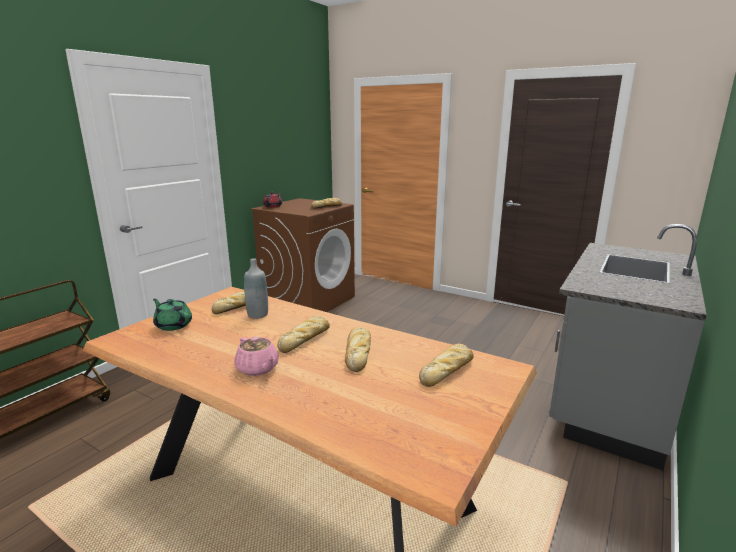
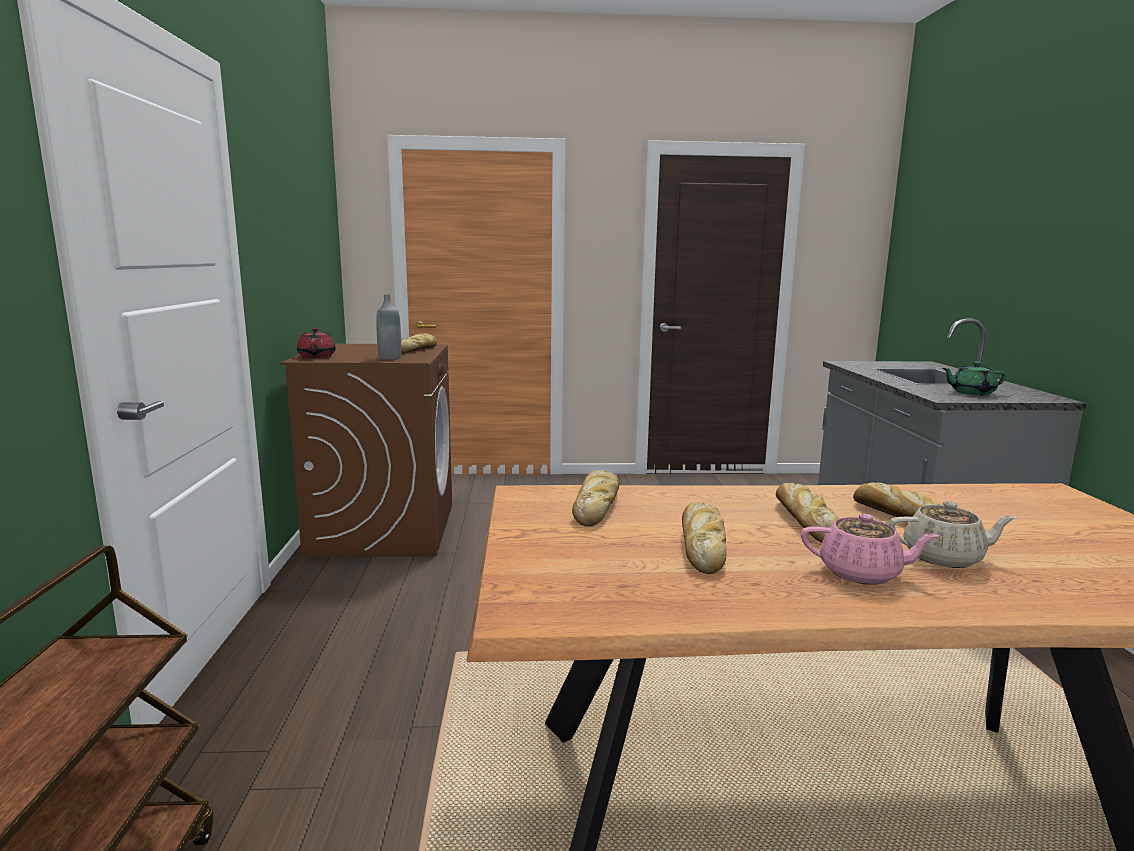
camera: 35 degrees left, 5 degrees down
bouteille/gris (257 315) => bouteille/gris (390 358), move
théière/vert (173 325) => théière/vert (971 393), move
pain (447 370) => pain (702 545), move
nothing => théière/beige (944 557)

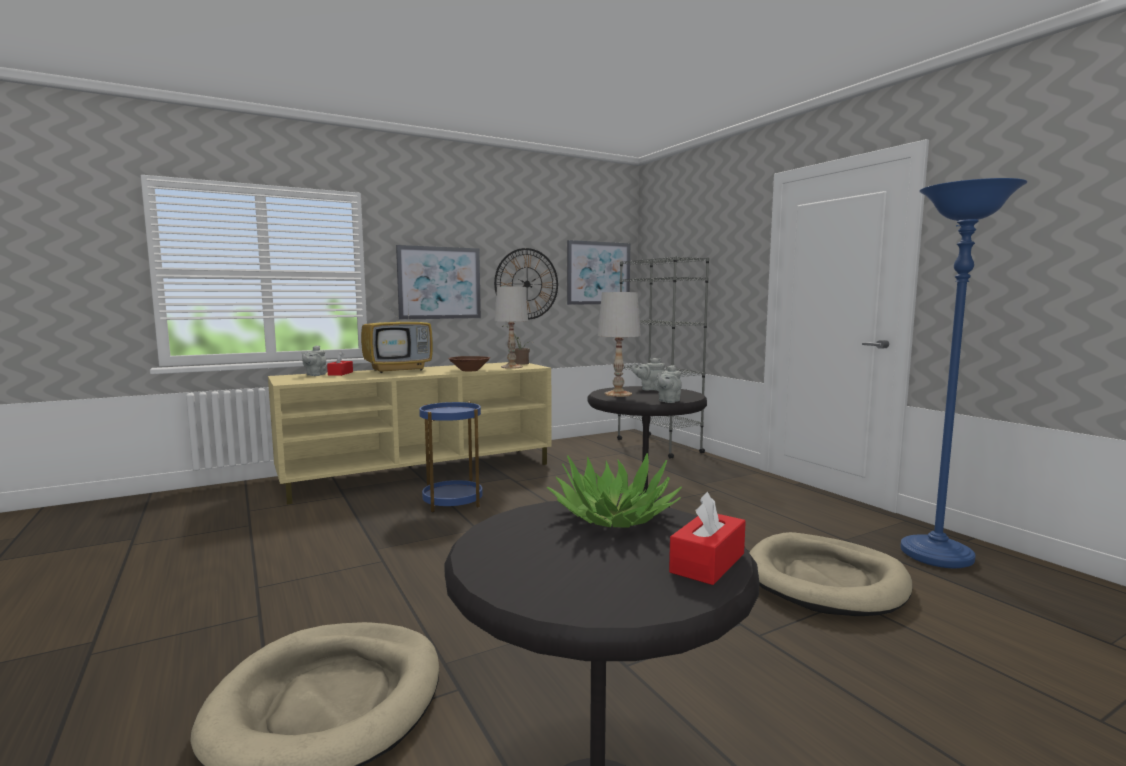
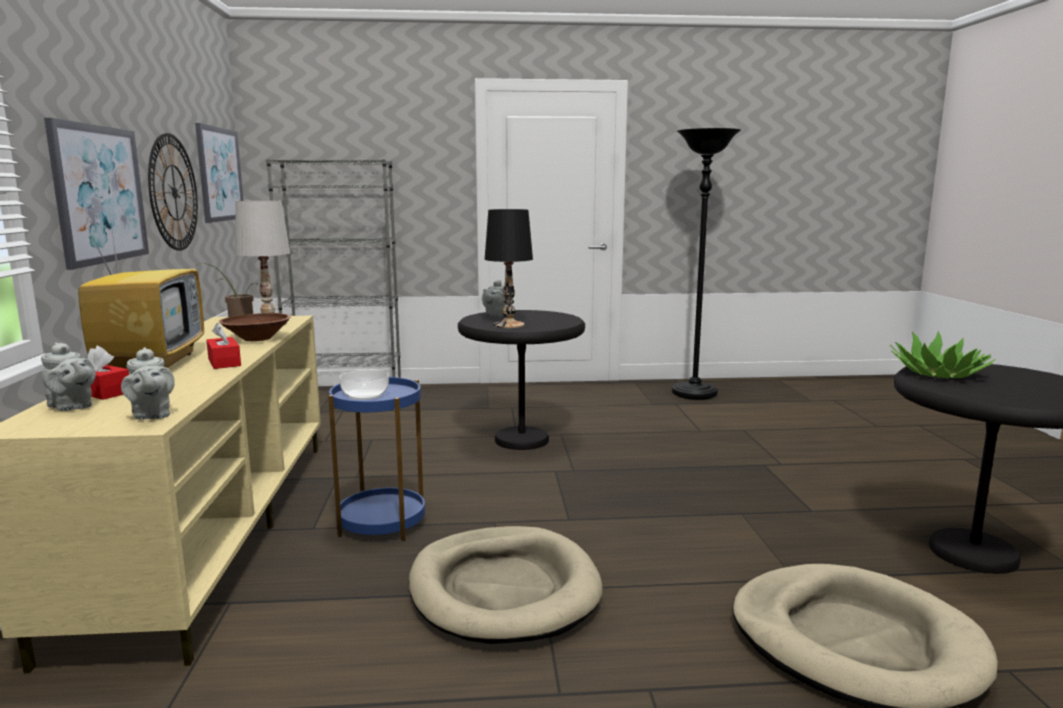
camera: 65 degrees left, 5 degrees up
lampadaire/bleu (936 556) => lampadaire/noir (694 394)
lampe de table/blanc (618 394) => lampe de table/noir (508 325)
théière/gris (668 401) => théière/gris (151 415), move
boîte à mouchoirs/rouge (707 563) => boîte à mouchoirs/rouge (224 362), move
panier pour chien/beige (825 580) => panier pour chien/beige (504 589), move
nothing => bol (365 395)

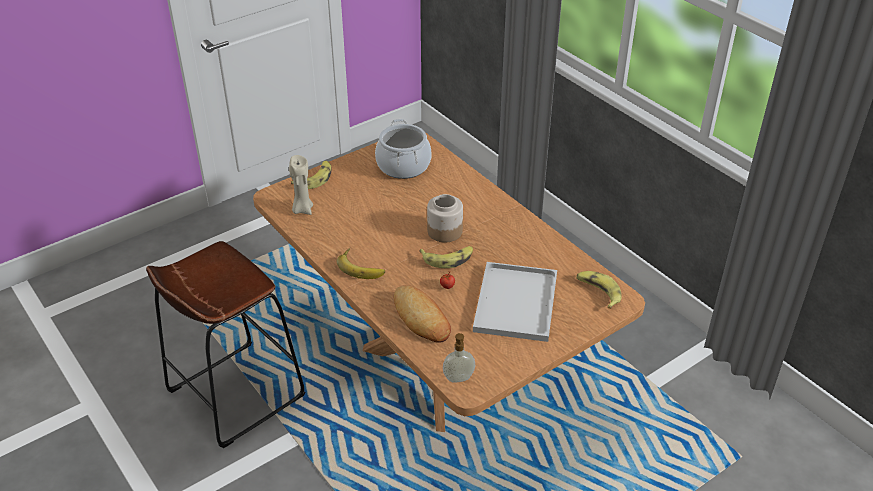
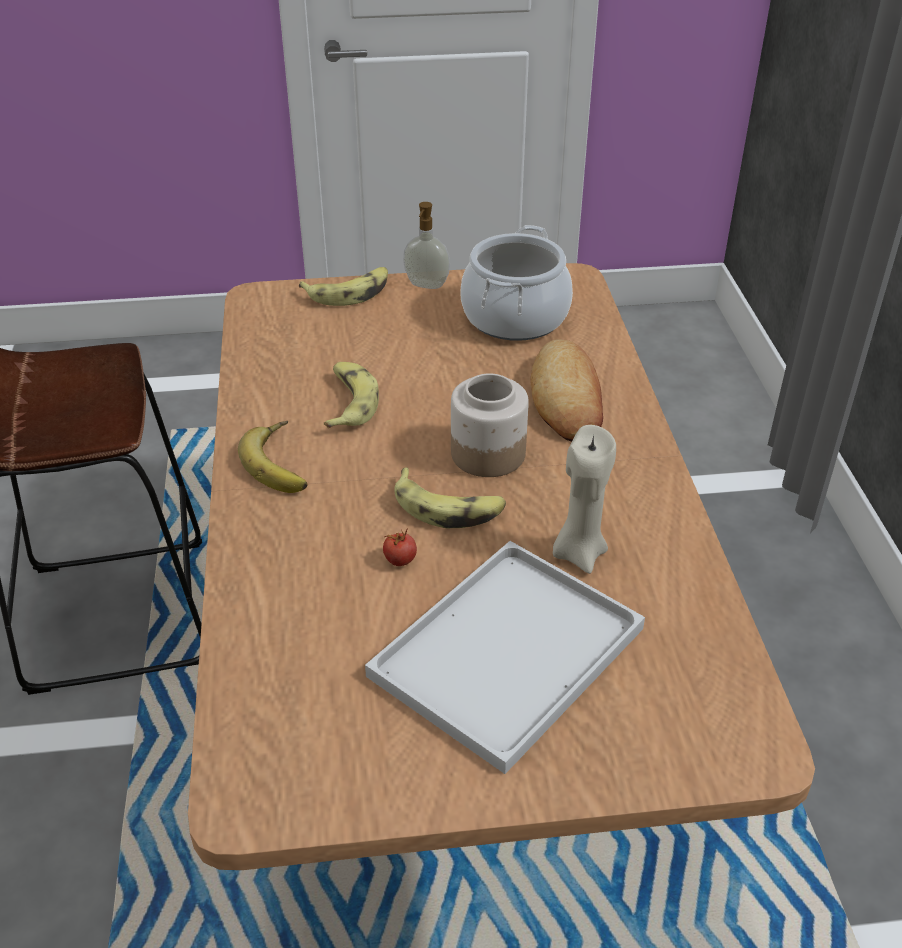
camera: 30 degrees right, 0 degrees up
bougie/beige (302 209) => bougie/beige (578 553), move
banane (598 292) => banane (349 402), move
pain (421 318) => pain (567 398), move
distributeur de savon (459 379) => distributeur de savon (426 285), move

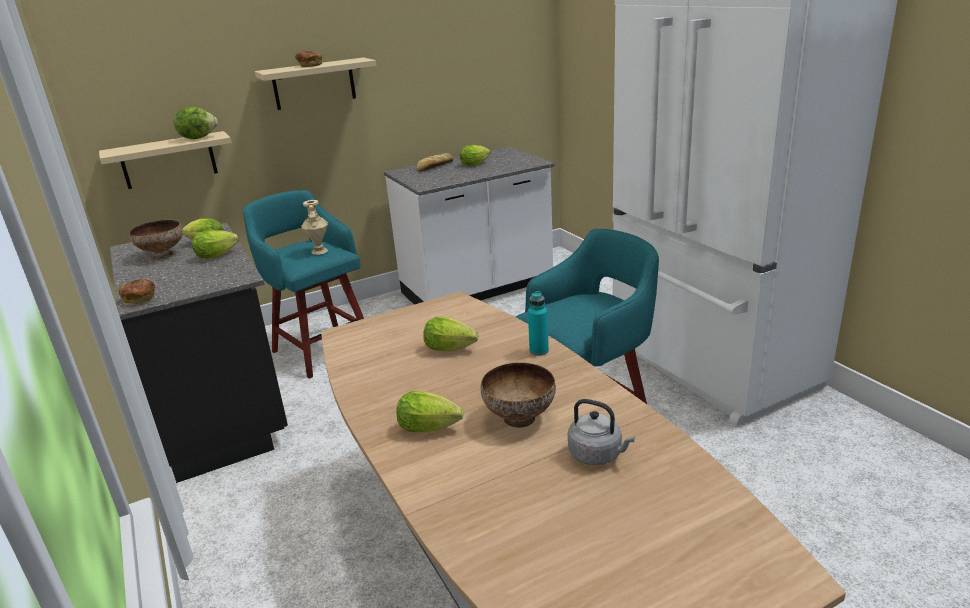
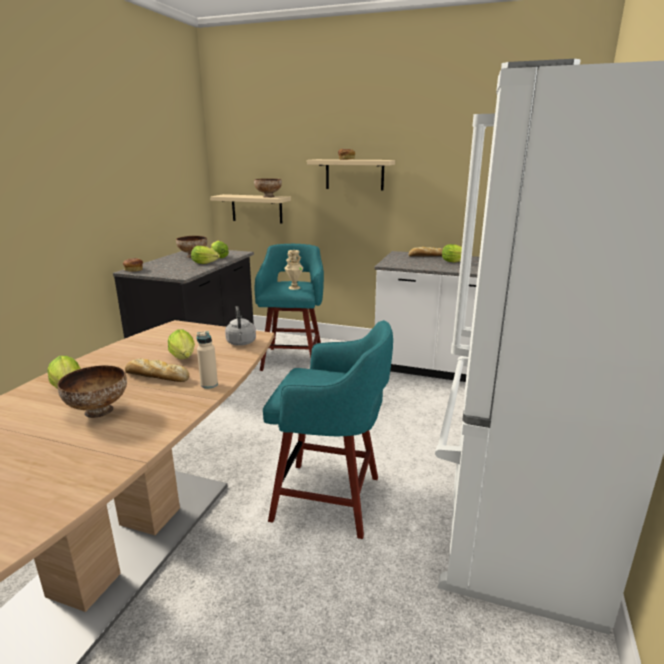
camera: 45 degrees right, 5 degrees down
laitue (198 138) => bol (268 197)
bouteille/turquoise (539 351) => bouteille/beige (209 384)
bouilloire/gris (597 455) => bouilloire/gris (241 343), move
nothing => pain (156 376)

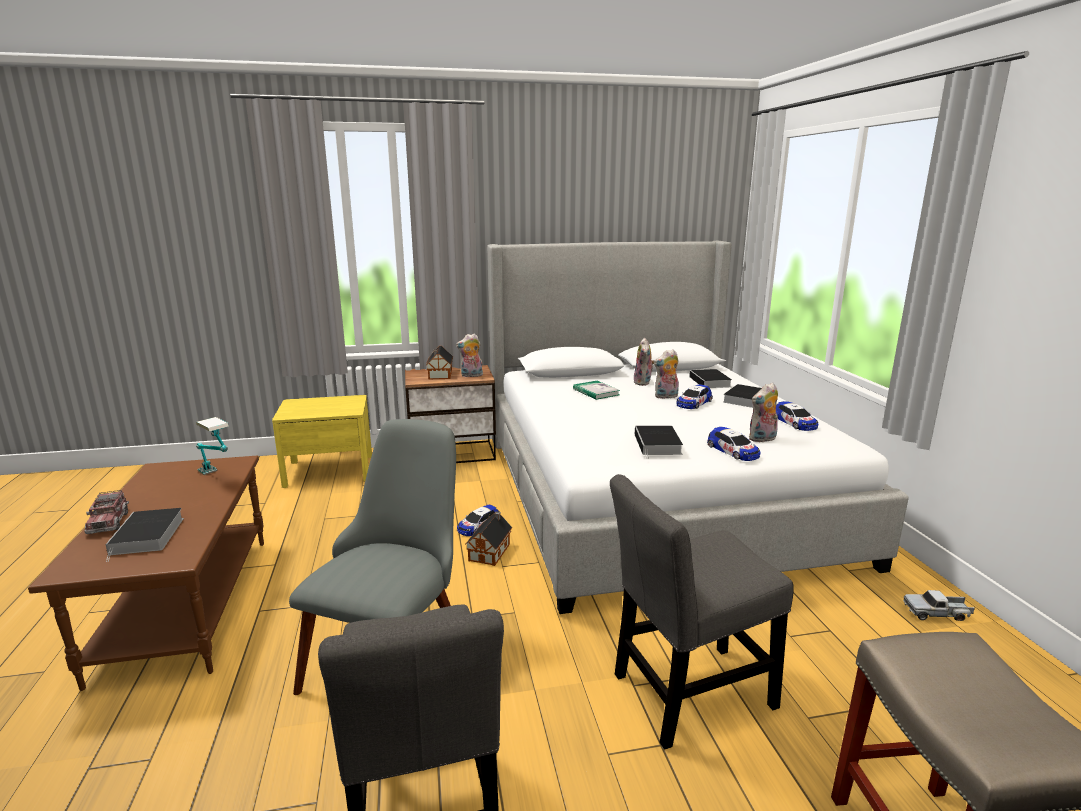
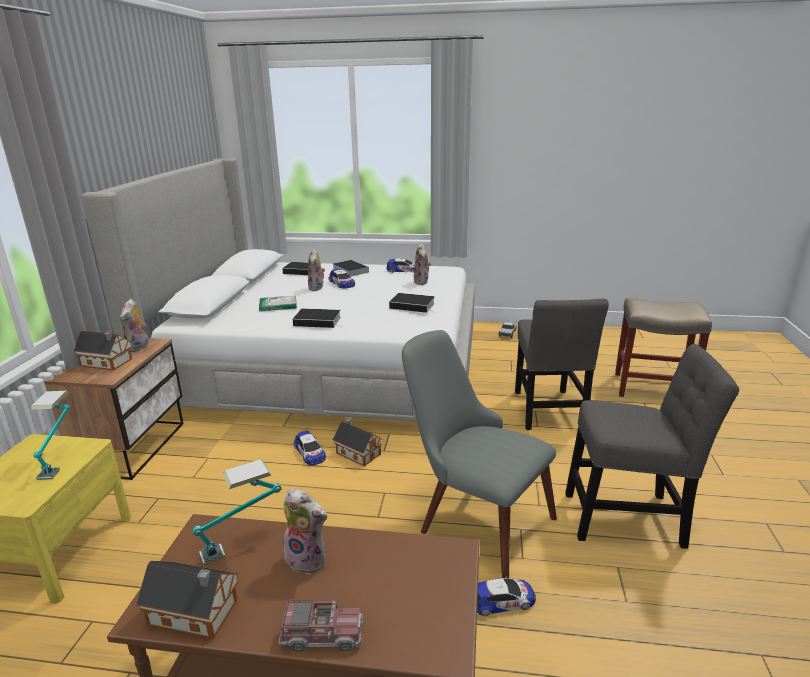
camera: 70 degrees left, 5 degrees up
peluche (643 383) => peluche (308 559), move
petite voiture (733 451) => petite voiture (502 600), move
livre (147 536) => livre (319 321), move
nothing => lampe de table (61 460)
nothing => maison miniature (196 613)

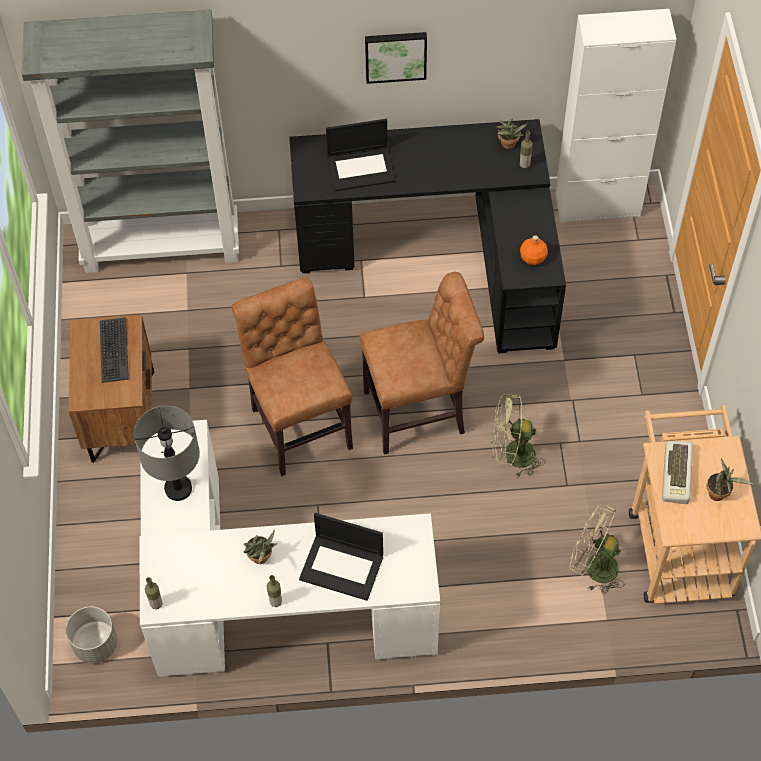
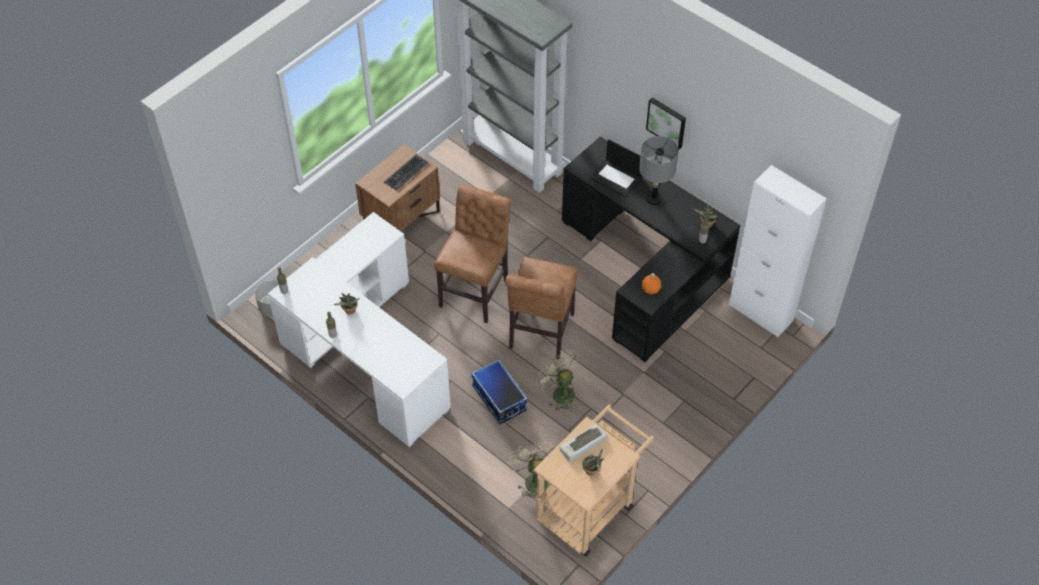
camera: 45 degrees right, 5 degrees down
chaise/marron (420 411) => chaise/marron (540 334), 75 degrees clockwise
lampe de table/gris (178 488) => lampe de table/gris (653 198), move
ordinateur portable (343 567) => nothing
nothing => boîte de rangement (498 398)

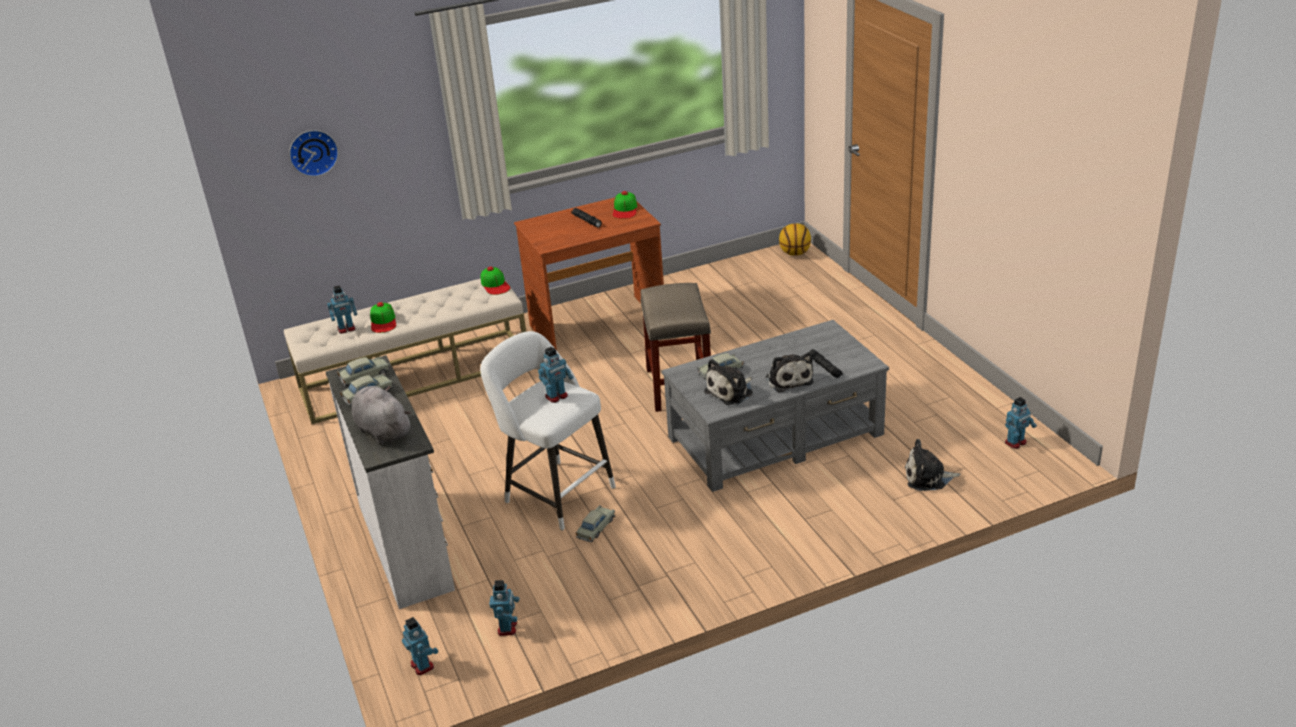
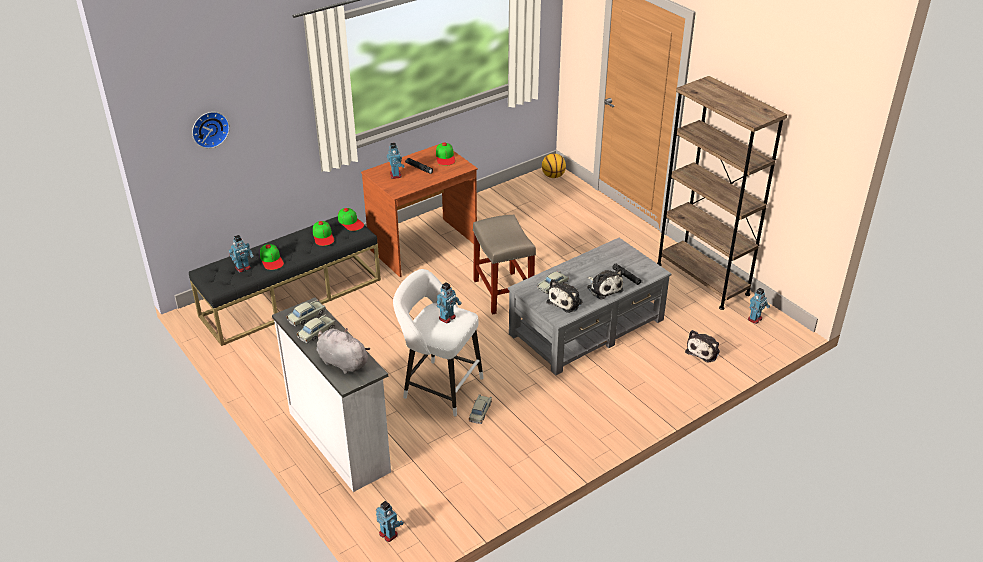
camera: 15 degrees left, 5 degrees up
banc/beige (415 375) => banc/noir (291 297)
peluche (928 478) => peluche (703 351), 45 degrees counterclockwise
robot jouet (508 628) => robot jouet (396 175), move
nothing => bibliothèque/marron (702 279)
nothing => casquette (323 236)

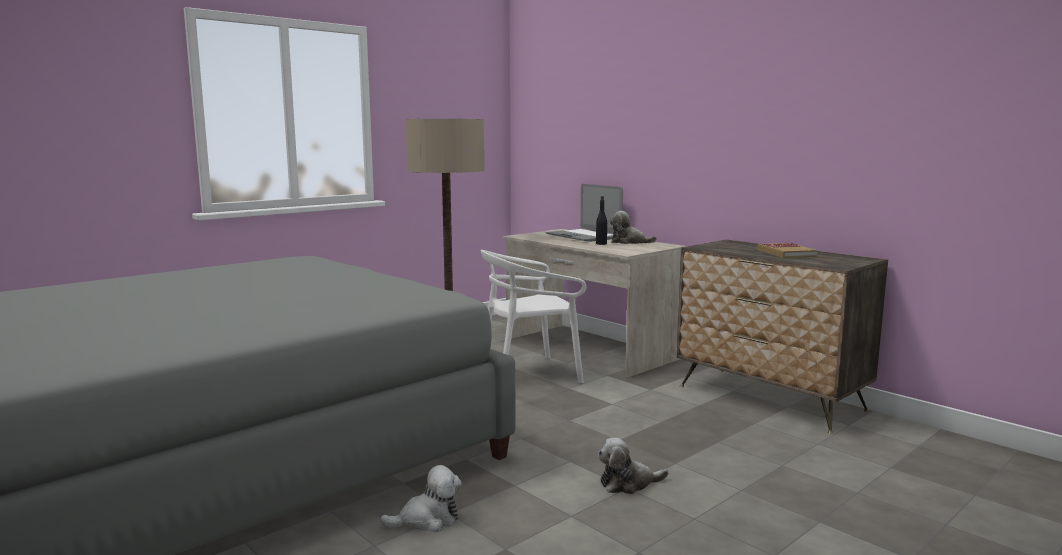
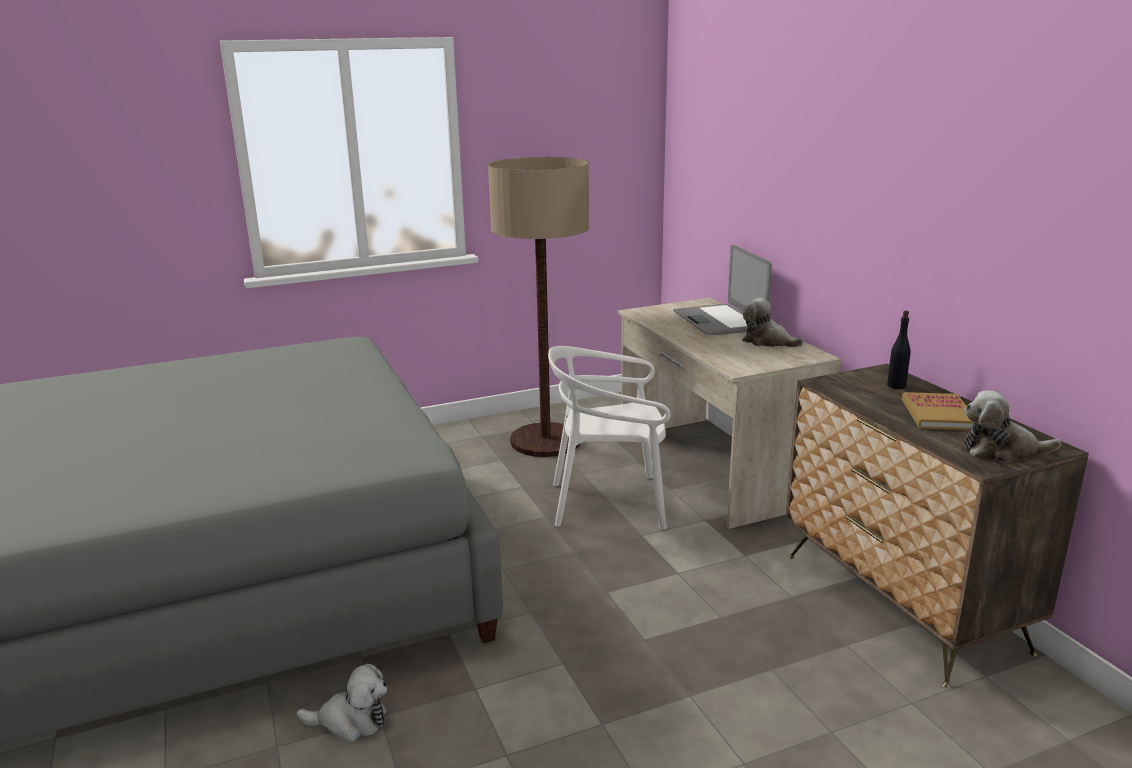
camera: 20 degrees right, 10 degrees up
bouteille/noir (601 244) => bouteille/noir (896 385), move
peluche (628 483) => peluche (1001 450), move

